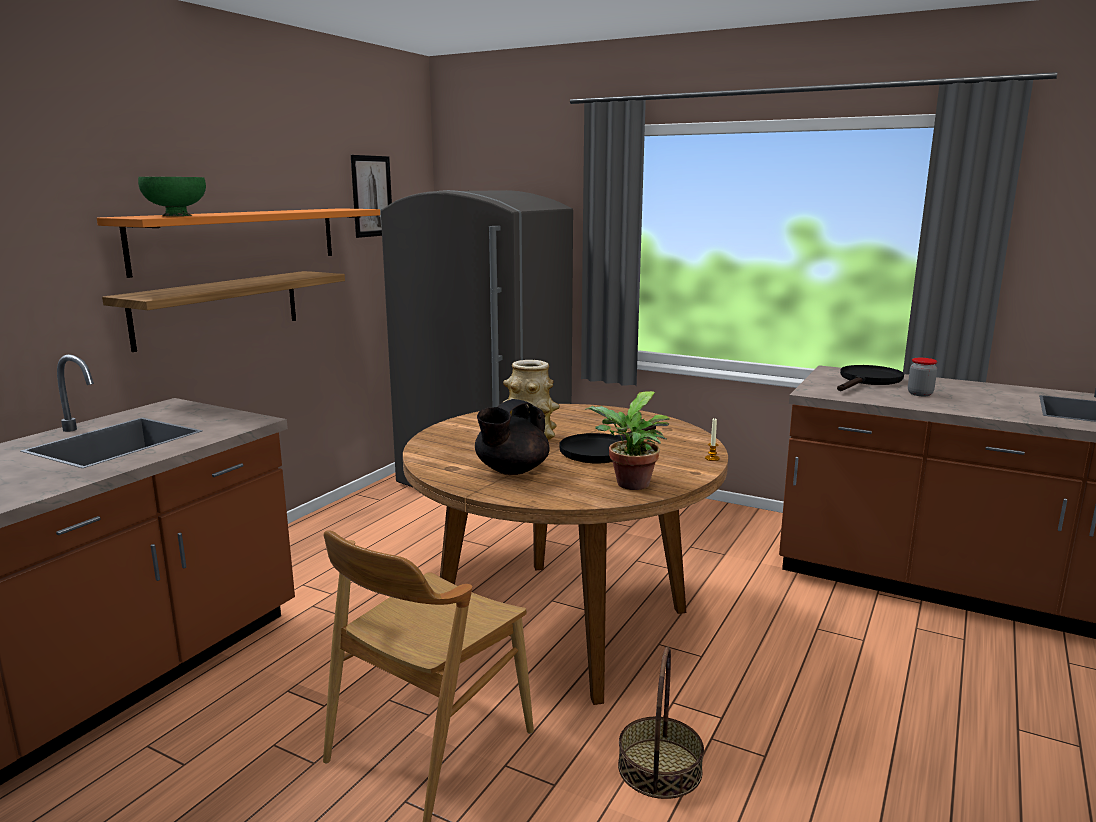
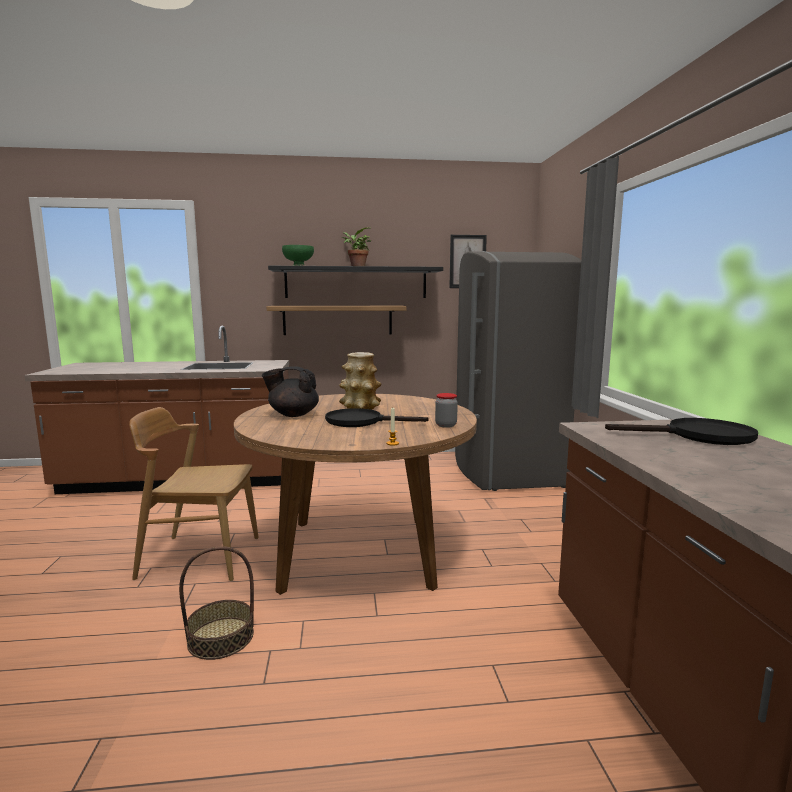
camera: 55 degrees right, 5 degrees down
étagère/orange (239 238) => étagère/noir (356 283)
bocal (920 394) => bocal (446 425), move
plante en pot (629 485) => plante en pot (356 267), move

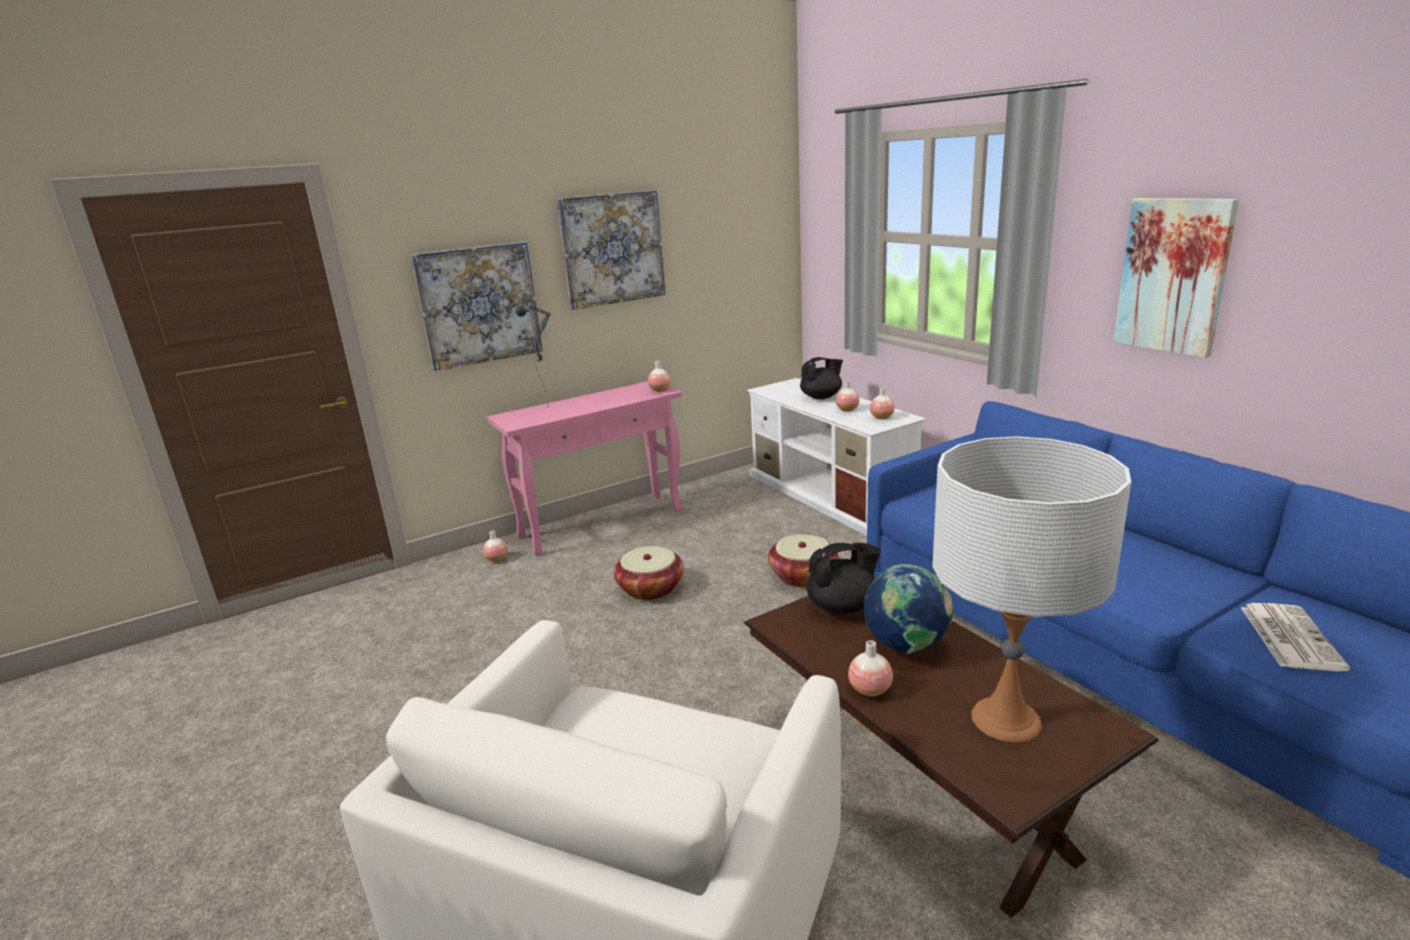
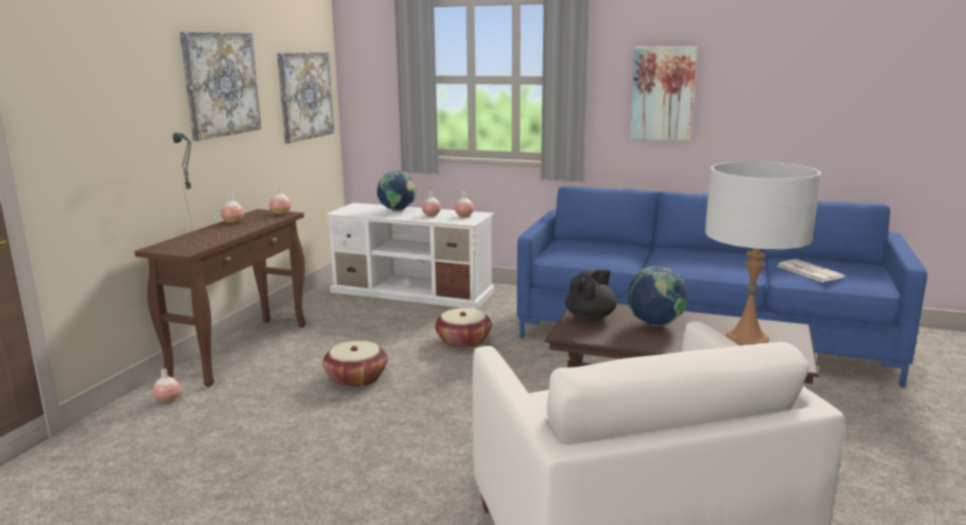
camera: 40 degrees left, 5 degrees down
tableau (479 305) => tableau (305 95), move
théière/noir (821 397) => globe (397 211)
table console/rose (602 523) => table console/marron (241 350)
vase (870 690) => vase (233 222), move

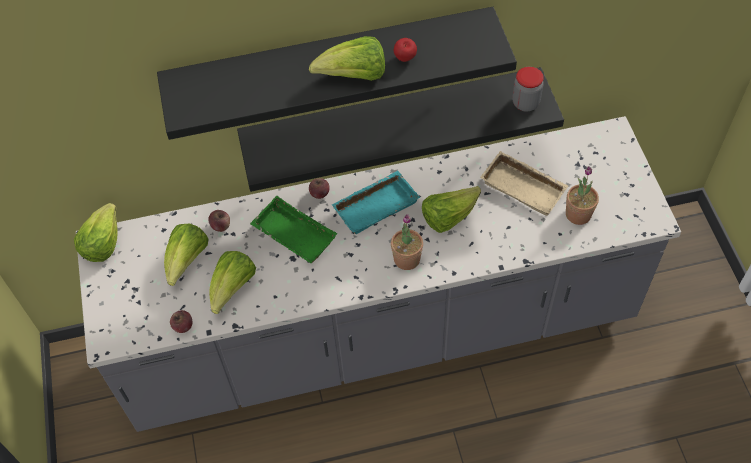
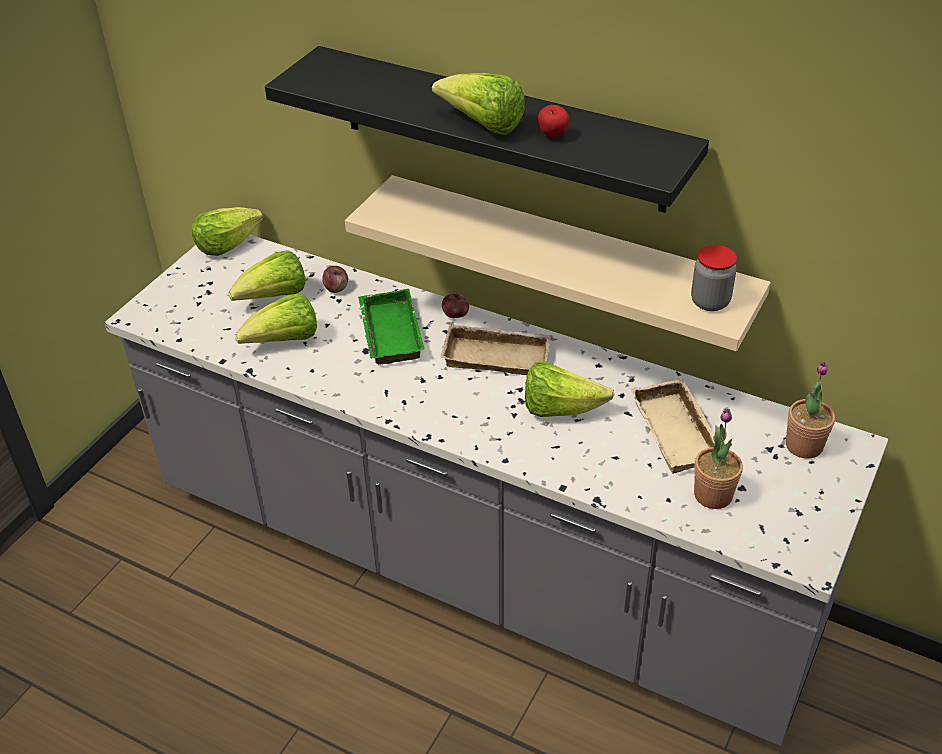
camera: 40 degrees right, 15 degrees down
étagère/noir (391 117) => étagère/beige (567 259)
plateau/turquoise (376 205) => plateau/beige (498 355)
plante en pot (407 259) => plante en pot (804 446), move
pomme (183 326) => nothing

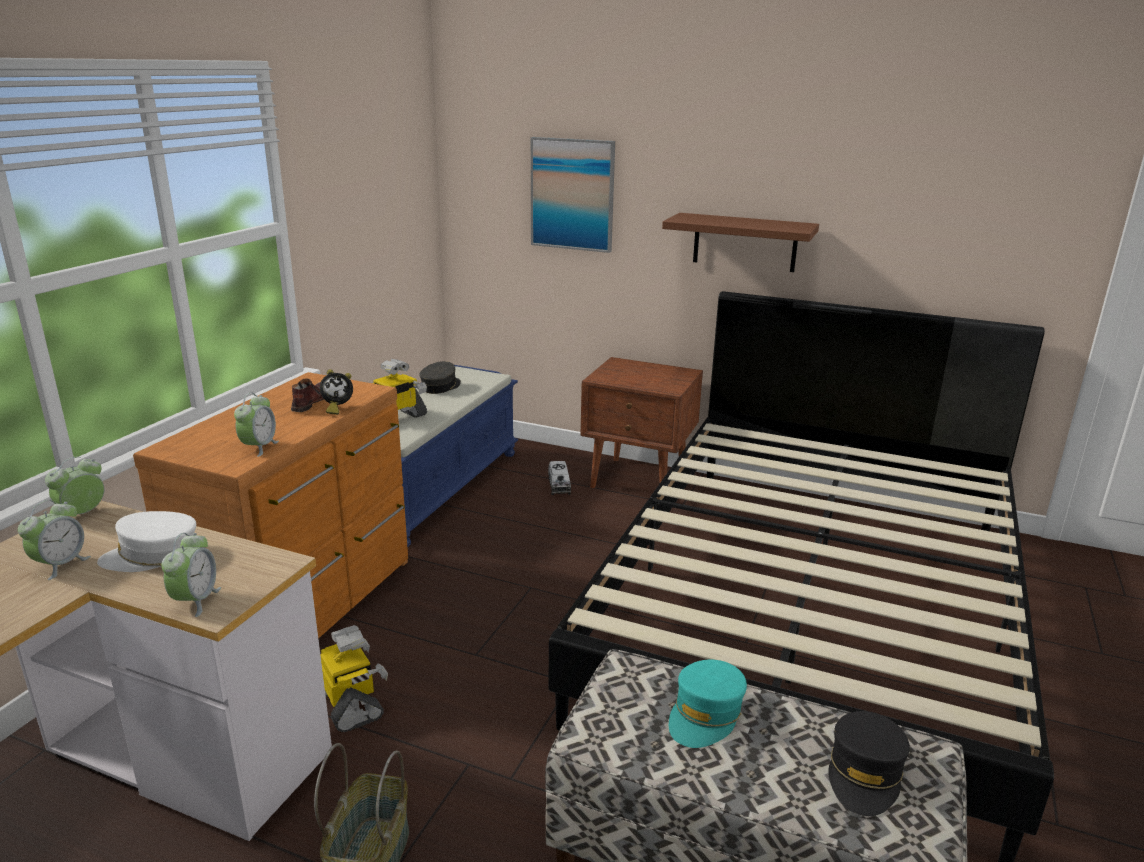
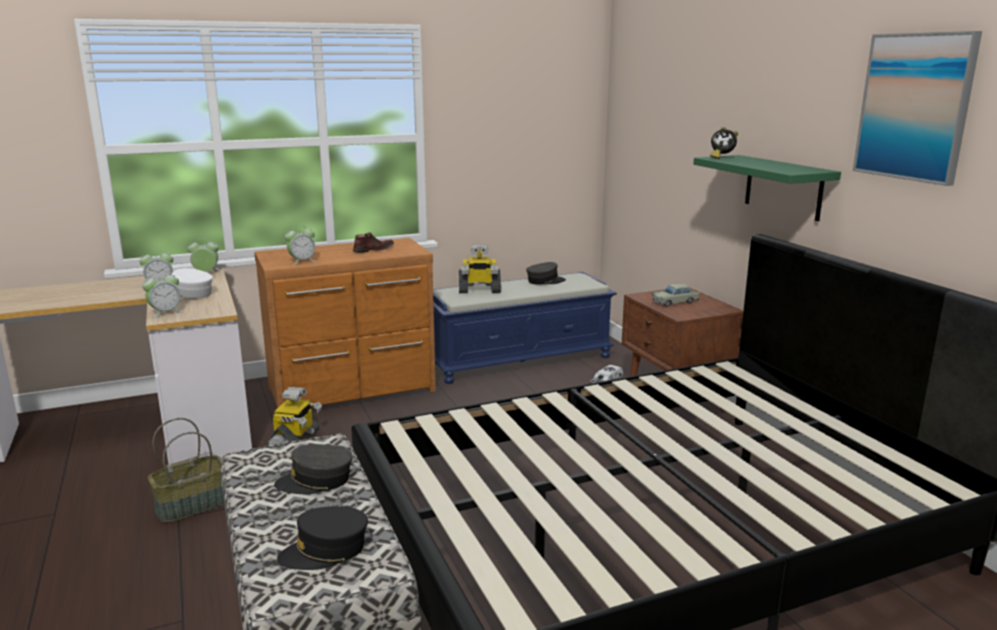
camera: 45 degrees right, 5 degrees down
tableau (572 194) => tableau (914 107), move
étagère/marron (745 242) => étagère/vert (783 187)
réveil (337 408) => réveil (721 157), move
casquette/turquoise (705 715) => casquette/gris (316 481)
nothing => petite voiture/beige (675 302)

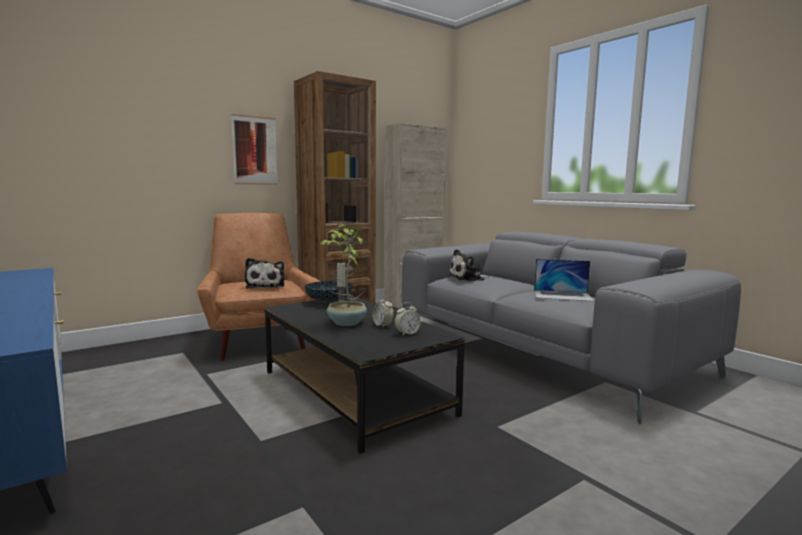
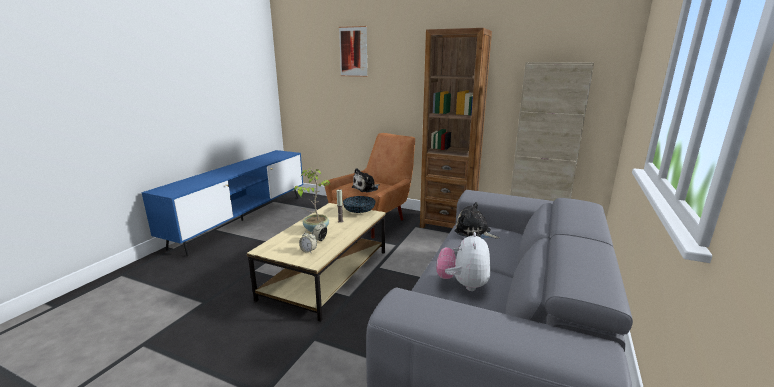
camera: 60 degrees right, 10 degrees up
tableau (255 150) => tableau (353 51), move
ordinateur portable (562 295) => peluche (463 284)
table basse/noir (356 392) => table basse/beige (326 274)

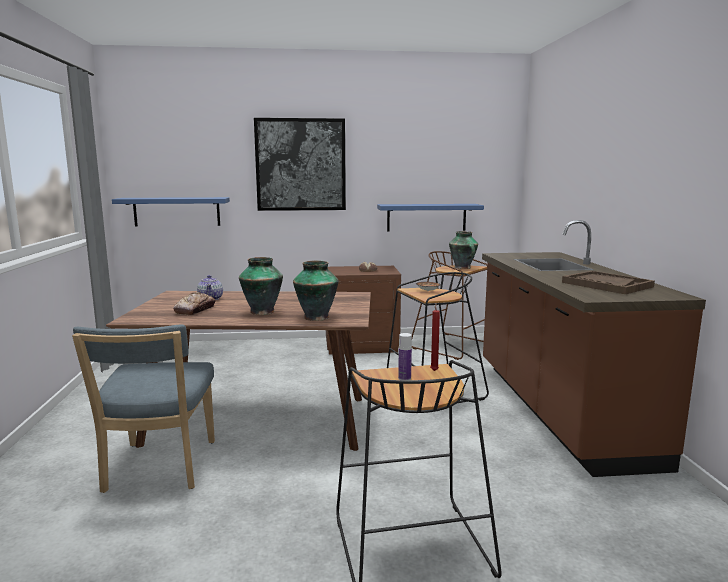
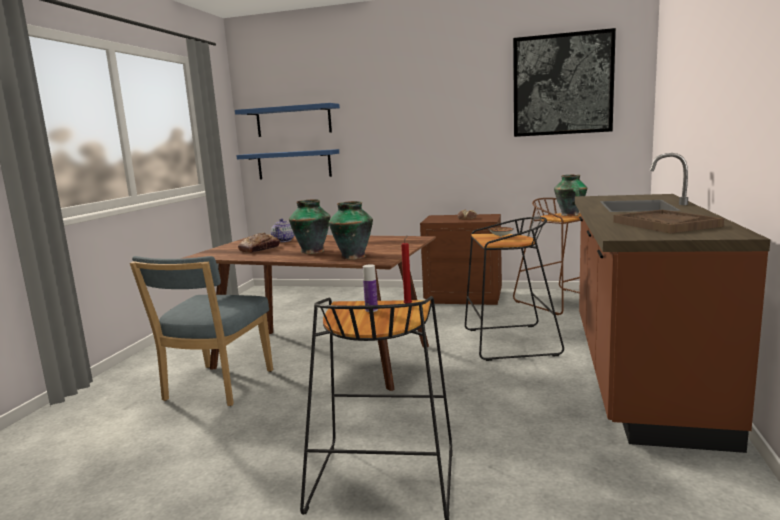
camera: 20 degrees right, 0 degrees up
tableau (300 165) => tableau (562 84), move
étagère/bleu (426 217) => étagère/bleu (293 121), move

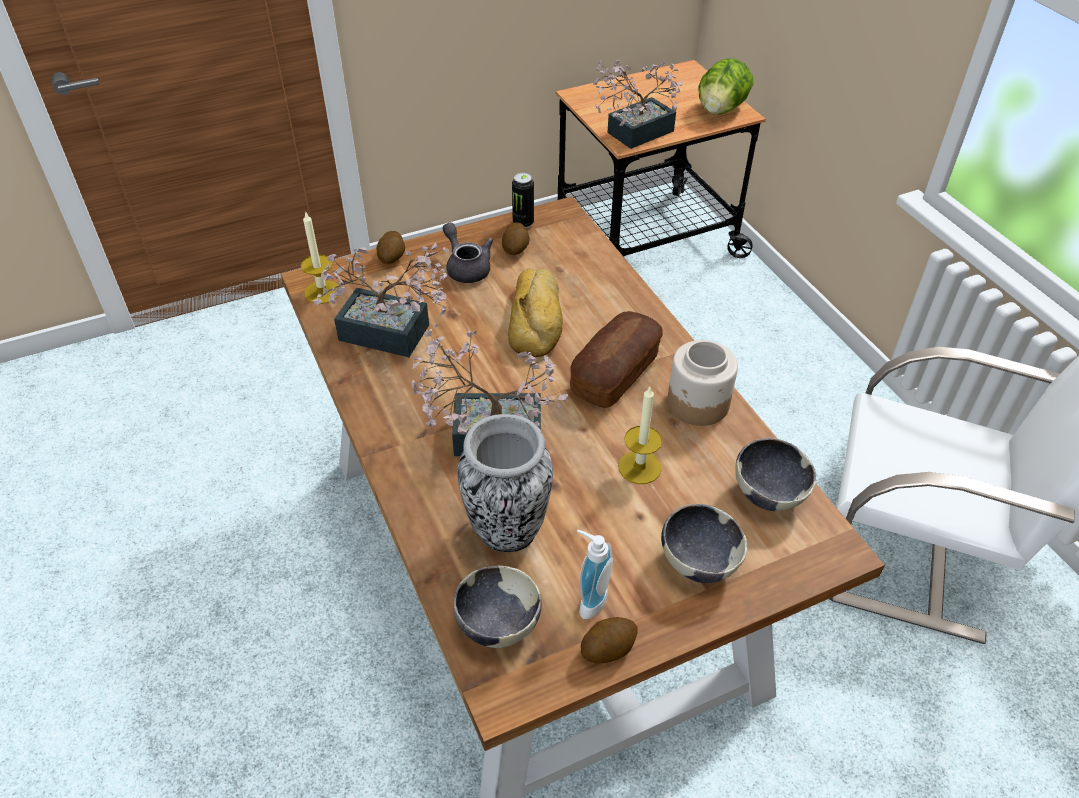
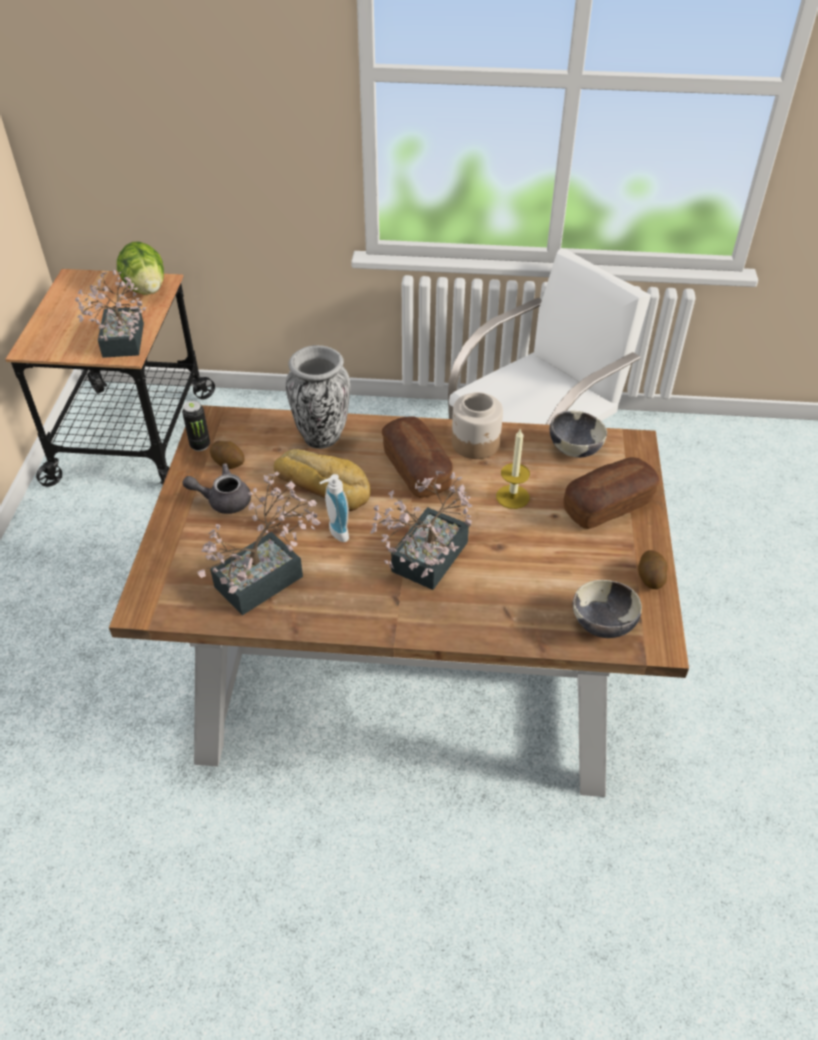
camera: 60 degrees left, 0 degrees up
bougie (322 292) => nothing
pomme de terre (392 258) => nothing
vase (507 532) => vase (322 437), move
bol (698 562) => pain (608 505)
distributeur de savon (588 600) => distributeur de savon (335 533), move

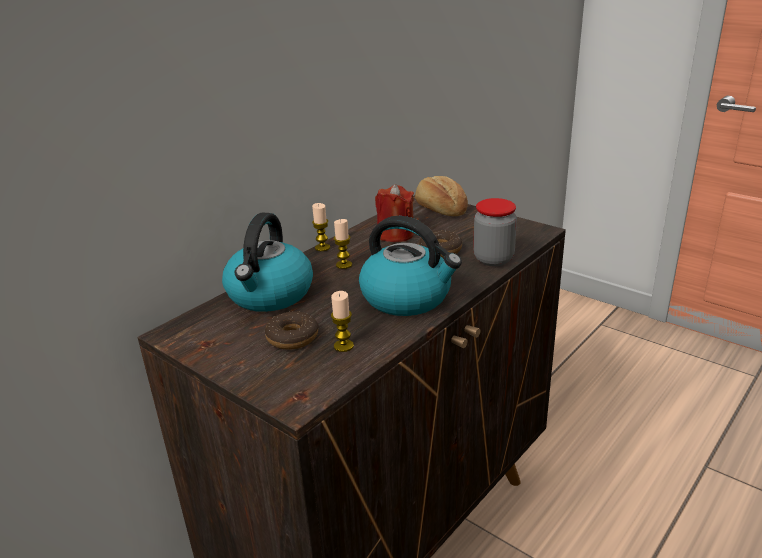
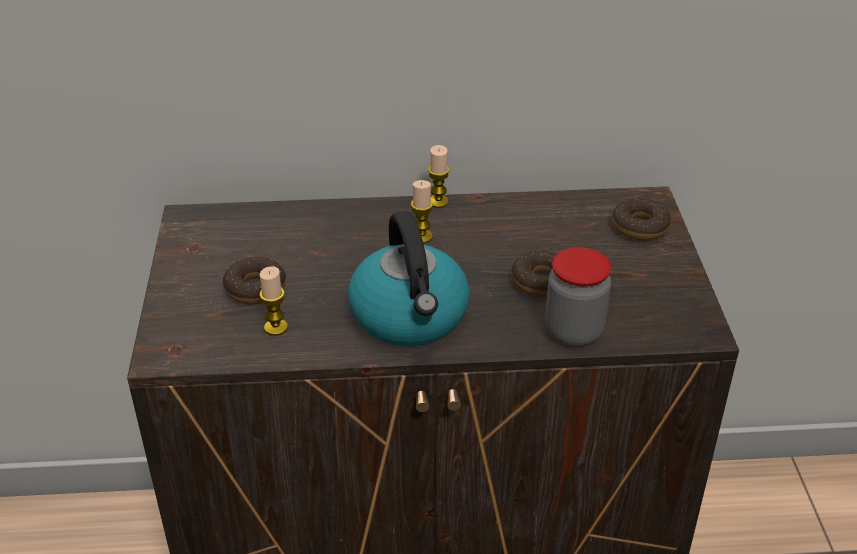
camera: 45 degrees right, 10 degrees up
pain (440 210) => beignet (639 227)
bougie/rouge (395 235) => nothing
bouilloire (270 295) => nothing

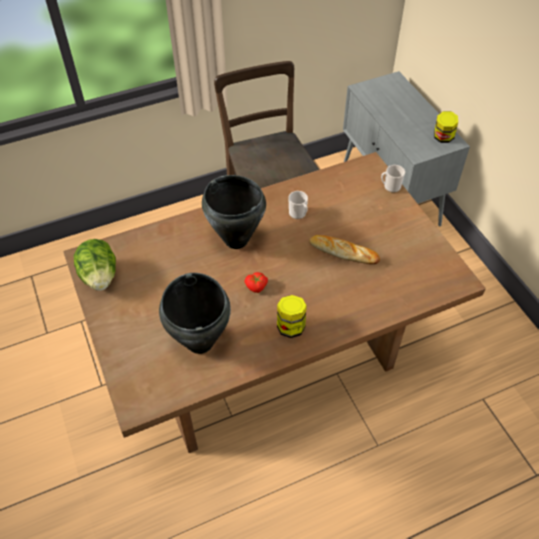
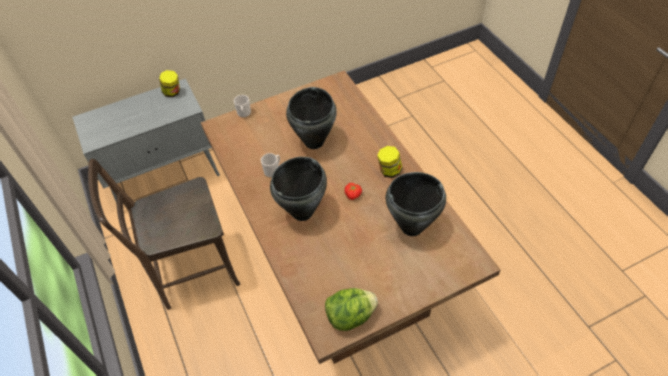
camera: 90 degrees left, 0 degrees up
pain (343 252) => marmite/noir (314 141)

